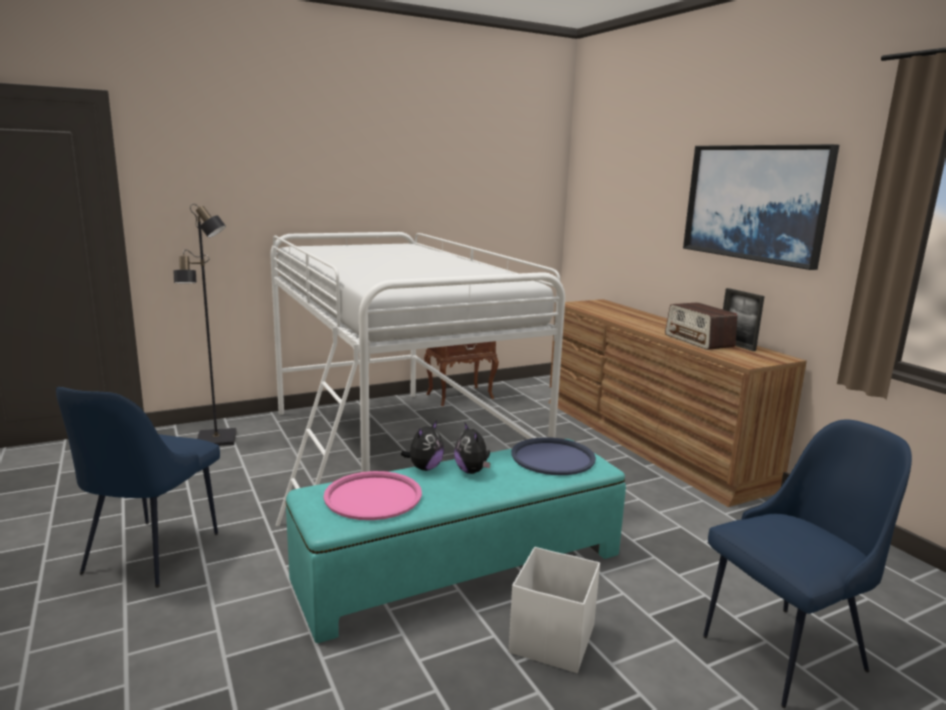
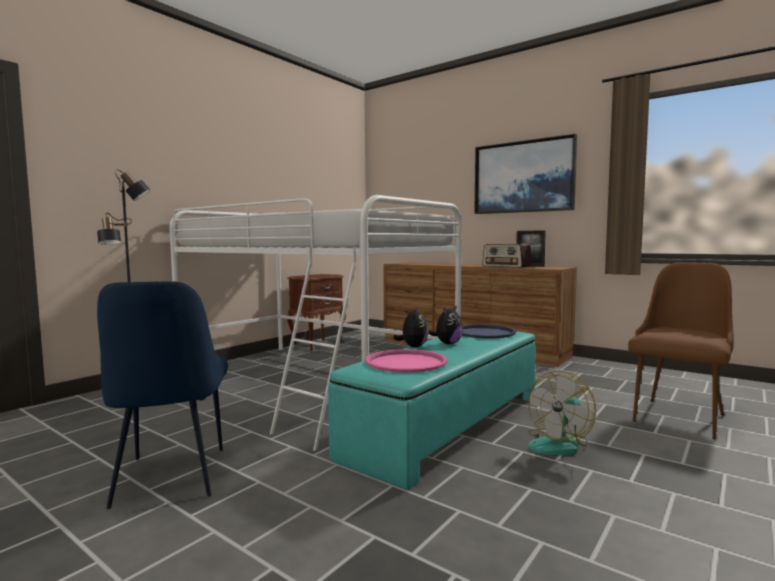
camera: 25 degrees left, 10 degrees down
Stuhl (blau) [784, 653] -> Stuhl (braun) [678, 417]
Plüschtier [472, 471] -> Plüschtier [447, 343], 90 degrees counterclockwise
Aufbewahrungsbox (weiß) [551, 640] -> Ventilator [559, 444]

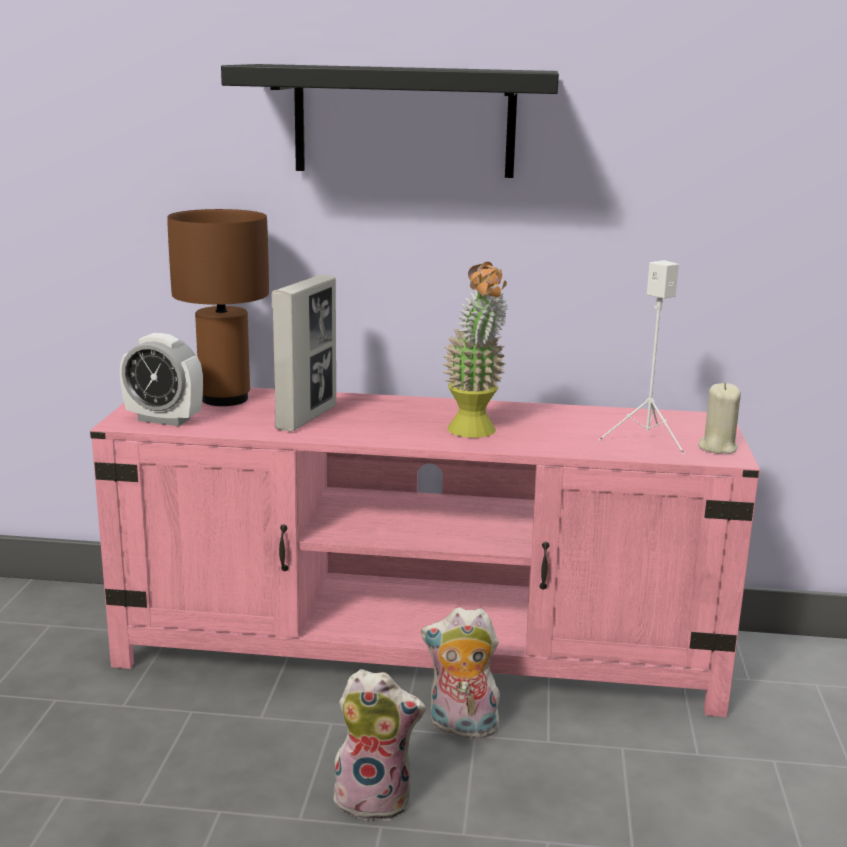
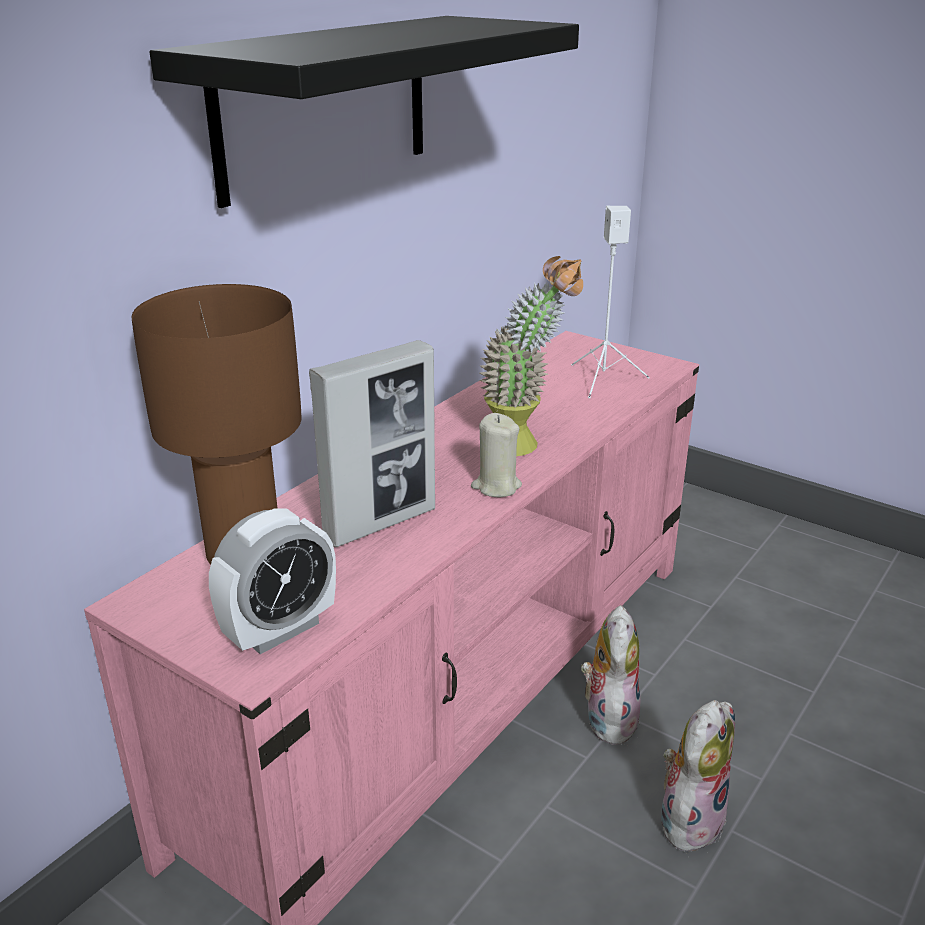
camera: 60 degrees left, 10 degrees up
Bilderrahmen [306, 417] -> Bilderrahmen [380, 523], 90 degrees clockwise
Kerze (beige) [717, 447] -> Kerze (beige) [496, 486], relocated
Plüschtier [461, 728] -> Plüschtier [607, 717], 150 degrees clockwise

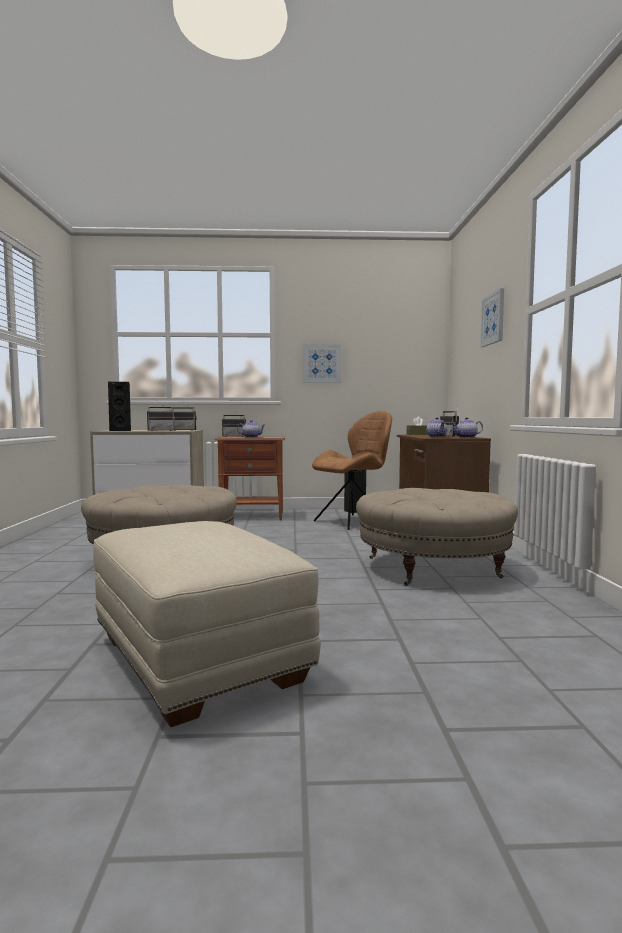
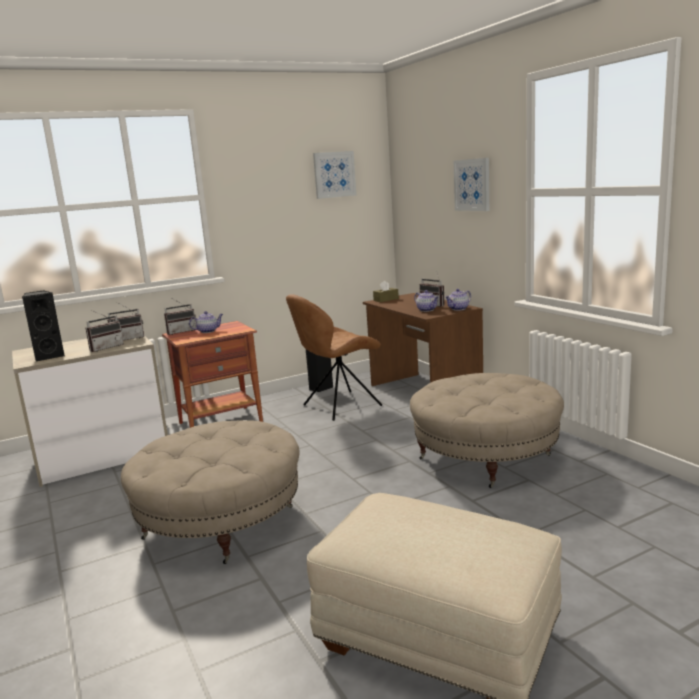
camera: 25 degrees left, 10 degrees up
Bild [322, 363] -> Bild [334, 174], relocated
Stuhl (braun) [353, 521] -> Stuhl (braun) [339, 406], 150 degrees counterclockwise

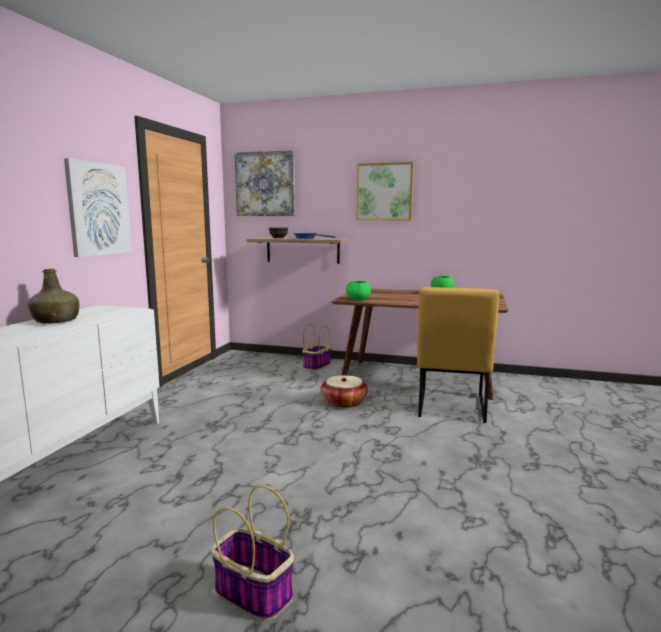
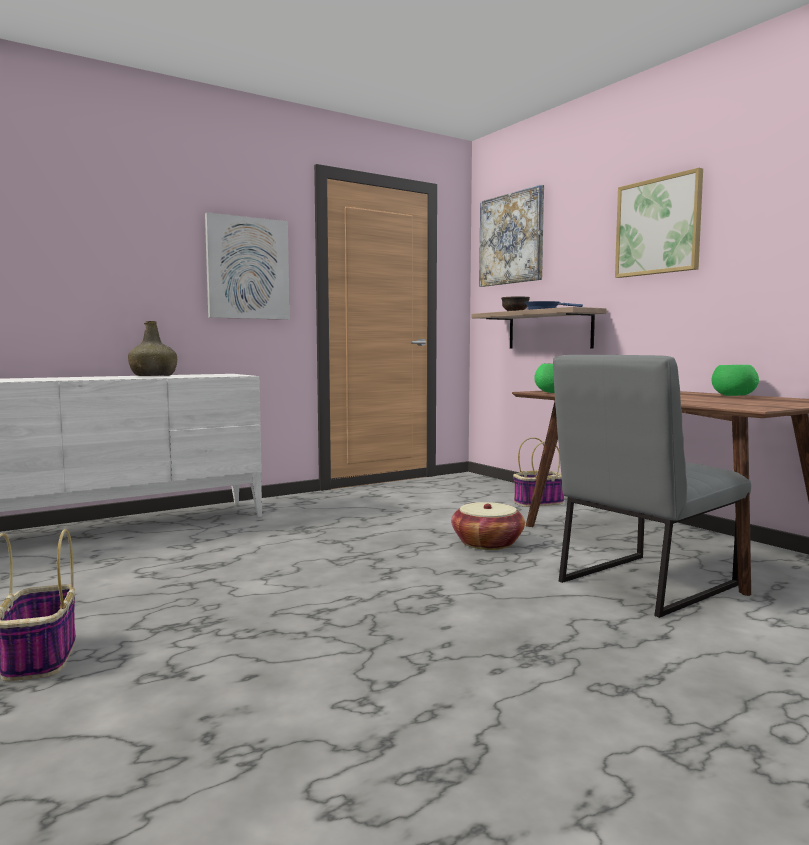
camera: 40 degrees right, 5 degrees down
Stuhl (gelb) [451, 406] -> Stuhl (grau) [643, 584]

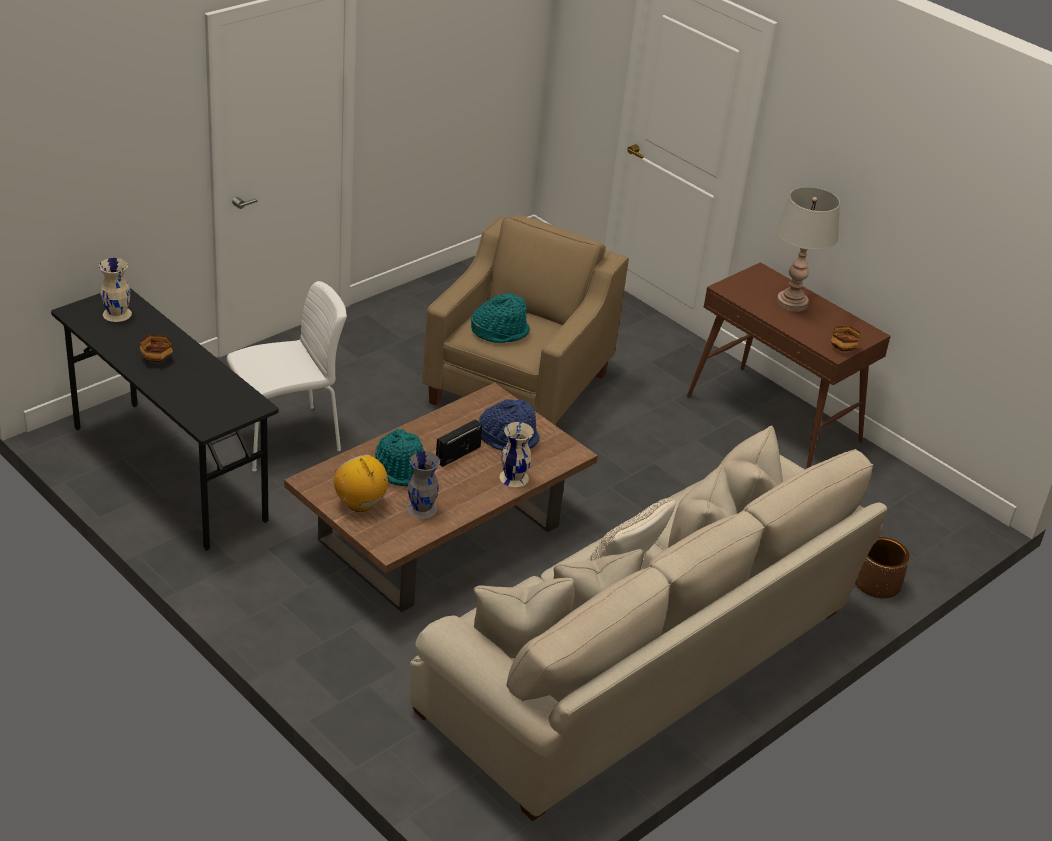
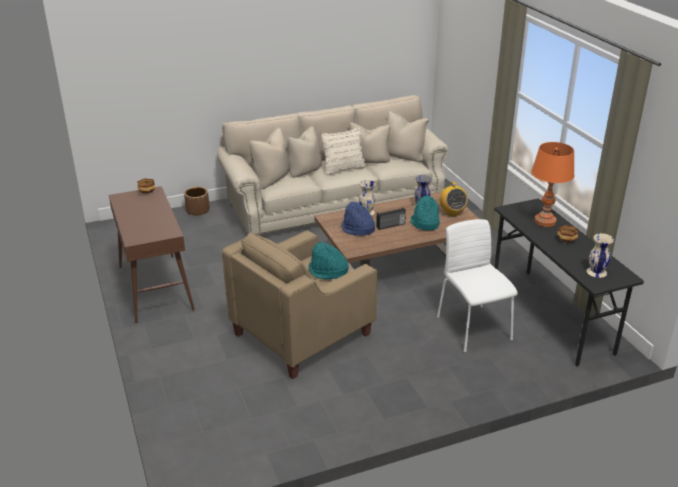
camera: 155 degrees left, 5 degrees down
Tischlampe (grau) [792, 303] -> none
Stuhl (weiß) [288, 437] -> Stuhl (weiß) [472, 326], 75 degrees clockwise
none -> Tischlampe (orange) [545, 221]

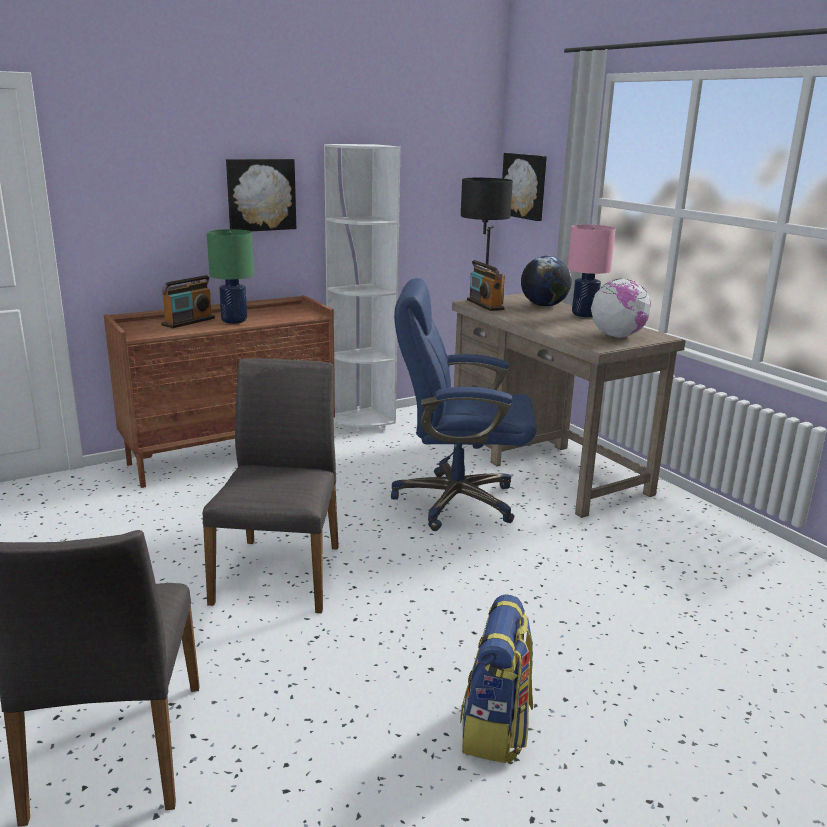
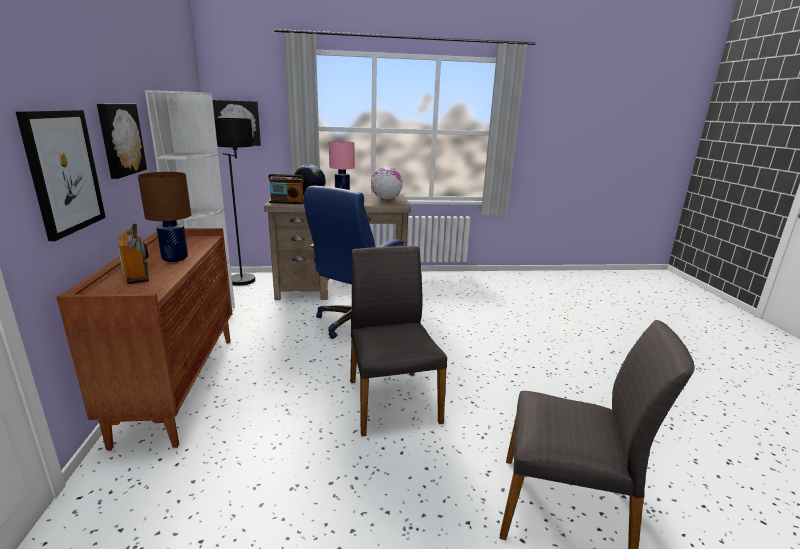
camera: 65 degrees left, 0 degrees up
Tischlampe (grün) [235, 322] -> Tischlampe (braun) [175, 260]
Stuhl (grau) [280, 573] -> Stuhl (grau) [391, 400], 45 degrees clockwise
Rucksack [496, 729] -> none
none -> Bild [63, 172]

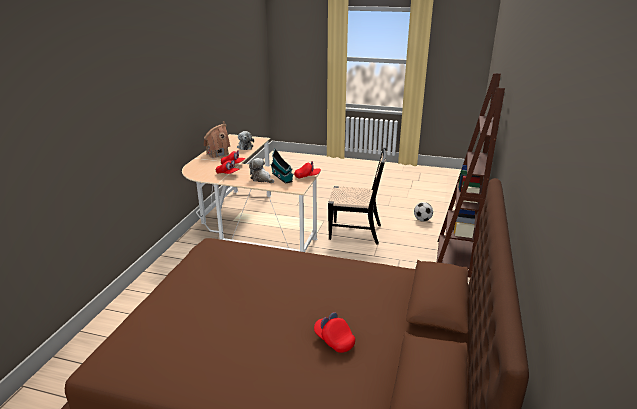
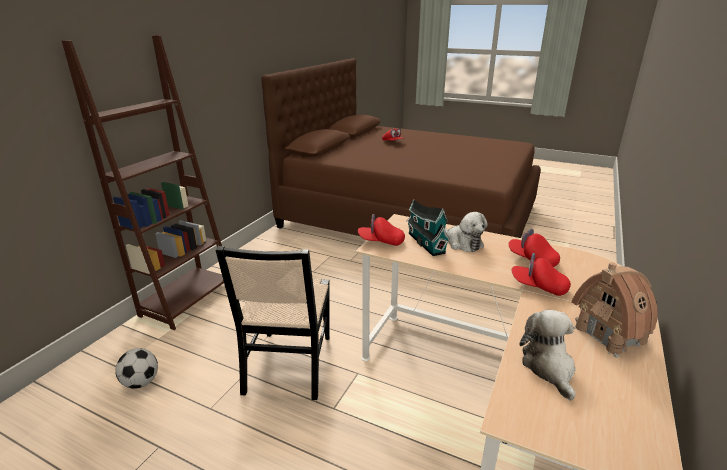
camera: 170 degrees left, 0 degrees up
Stuhl [355, 232] -> Stuhl [289, 364], 105 degrees counterclockwise

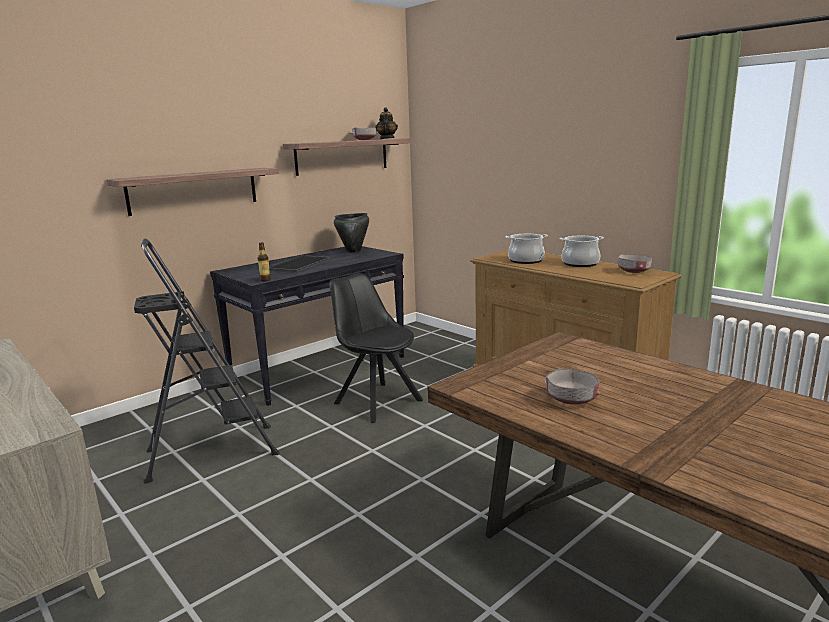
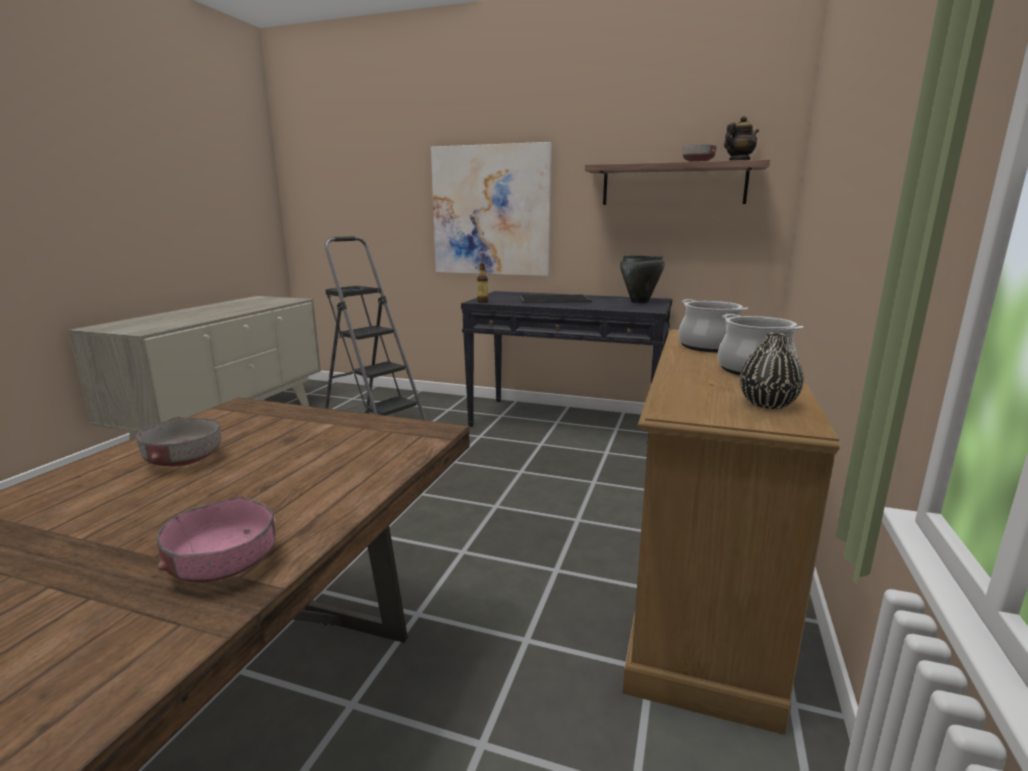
camera: 60 degrees right, 0 degrees up
Wandregal [194, 190] -> Bild [491, 211]
Schüssel (grau) [633, 271] -> Vase (schwarz) [767, 404]
Stuhl (schwarz) [376, 401] -> none
none -> Schüssel (rosa) [223, 566]

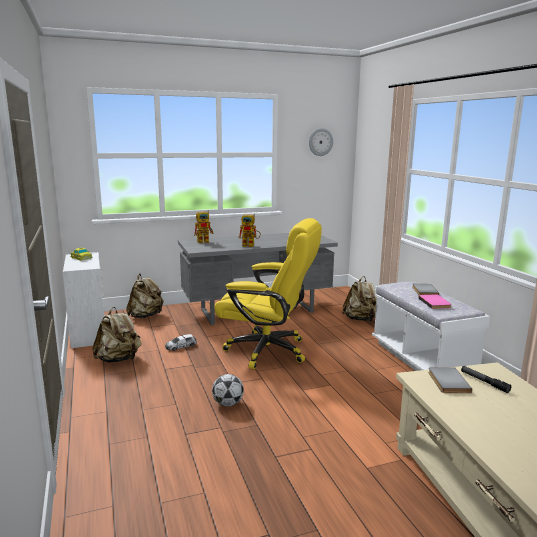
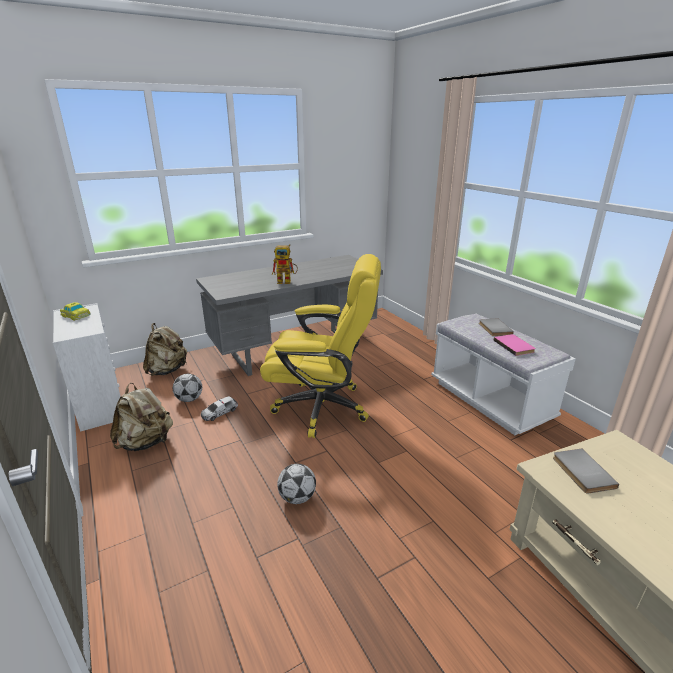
camera: 10 degrees left, 10 degrees up
Wanduhr [320, 142] -> none
Spielzeugroboter [205, 241] -> none
Rucksack (beige) [361, 320] -> none
Taschenlampe [484, 382] -> none
none -> Fußball [189, 399]

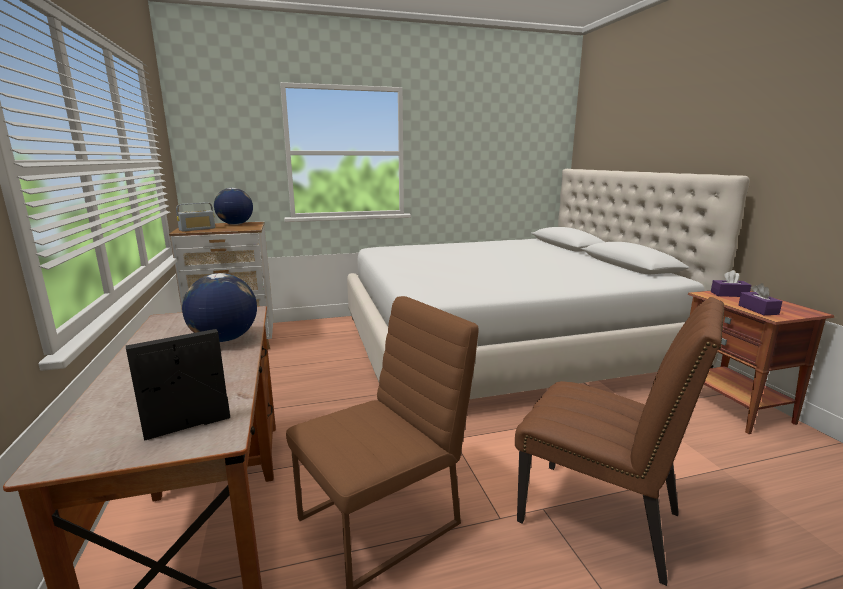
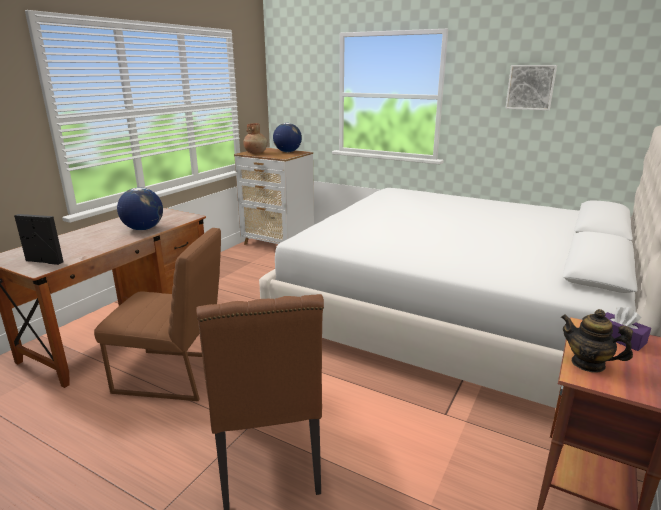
camera: 45 degrees right, 5 degrees up
Radio [197, 229] -> Vase (braun) [256, 153]
Taschentuchbox (lila) [758, 310] -> Teekanne [588, 364]
none -> Bild [530, 87]

